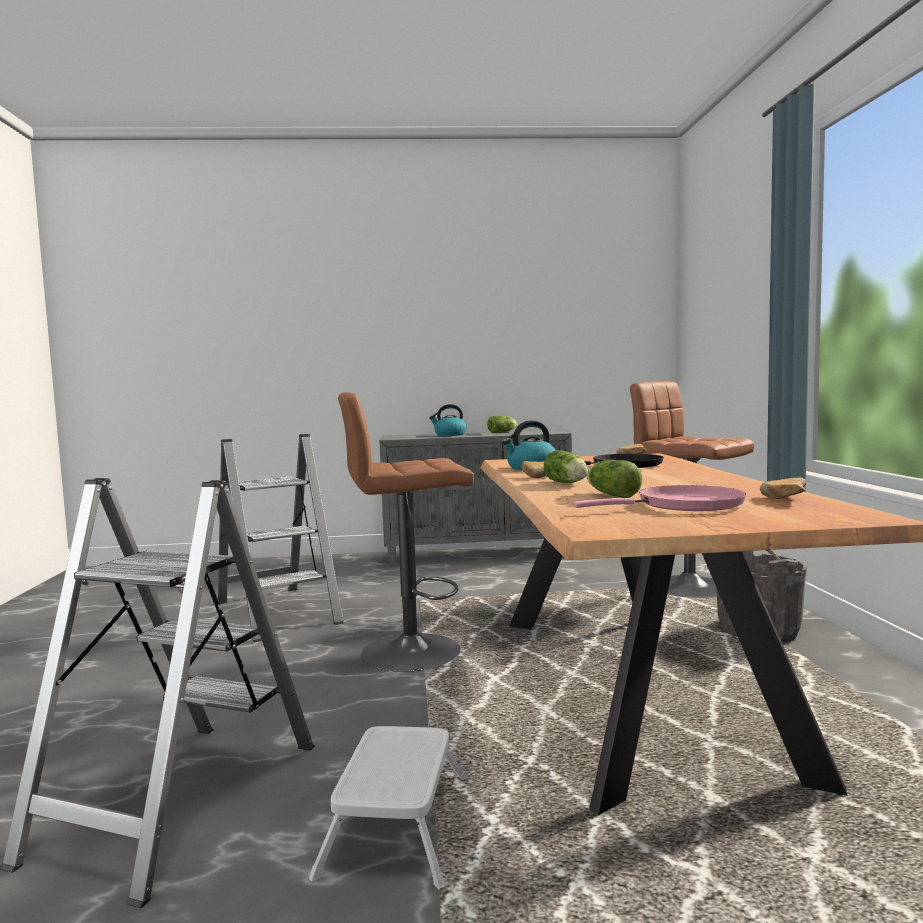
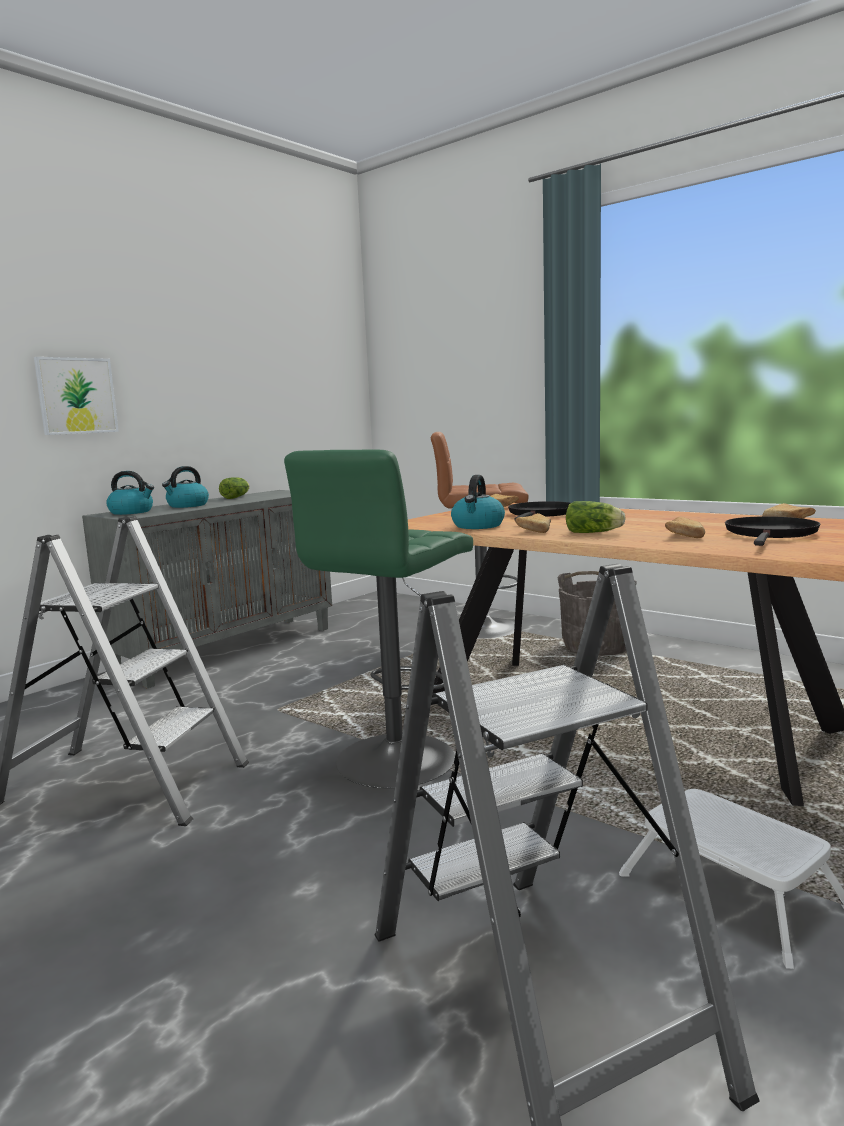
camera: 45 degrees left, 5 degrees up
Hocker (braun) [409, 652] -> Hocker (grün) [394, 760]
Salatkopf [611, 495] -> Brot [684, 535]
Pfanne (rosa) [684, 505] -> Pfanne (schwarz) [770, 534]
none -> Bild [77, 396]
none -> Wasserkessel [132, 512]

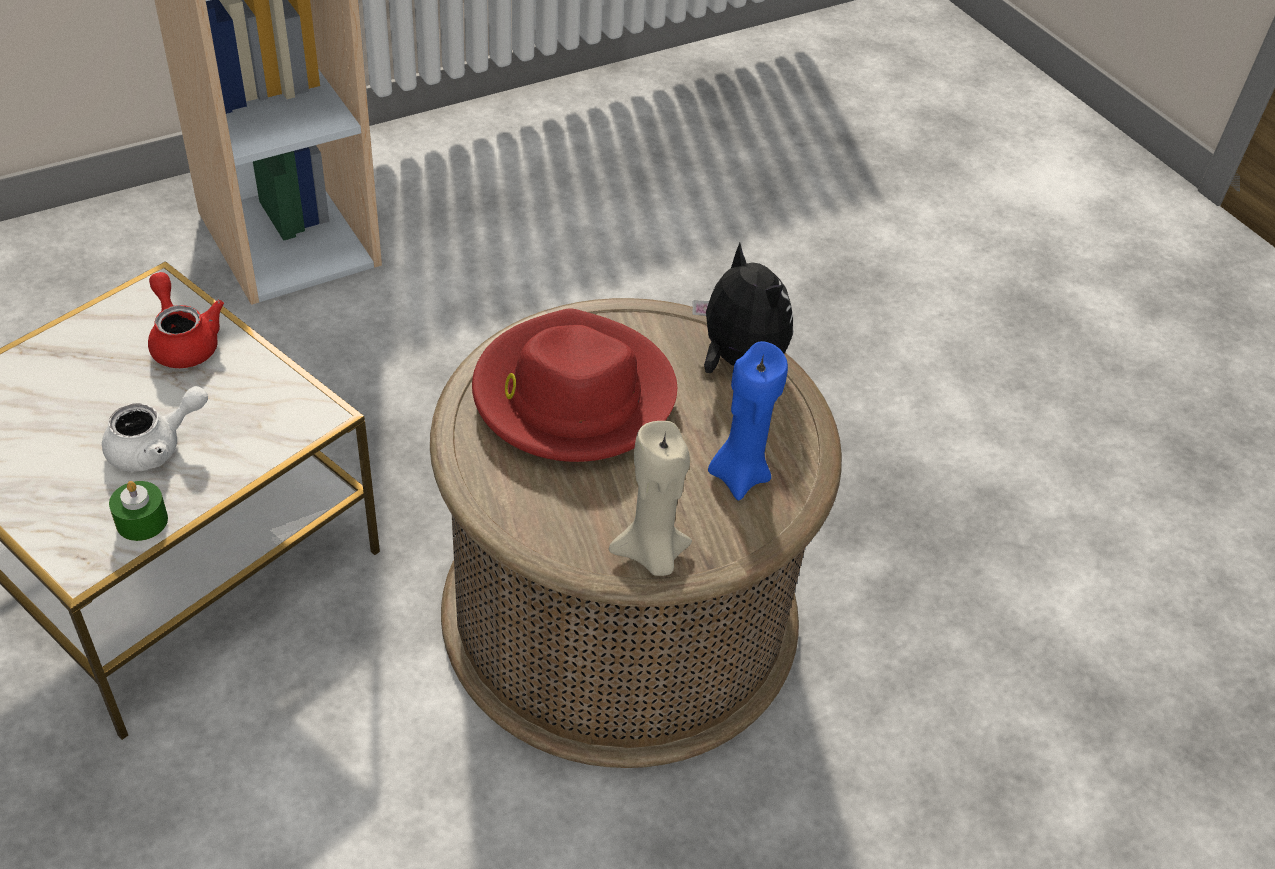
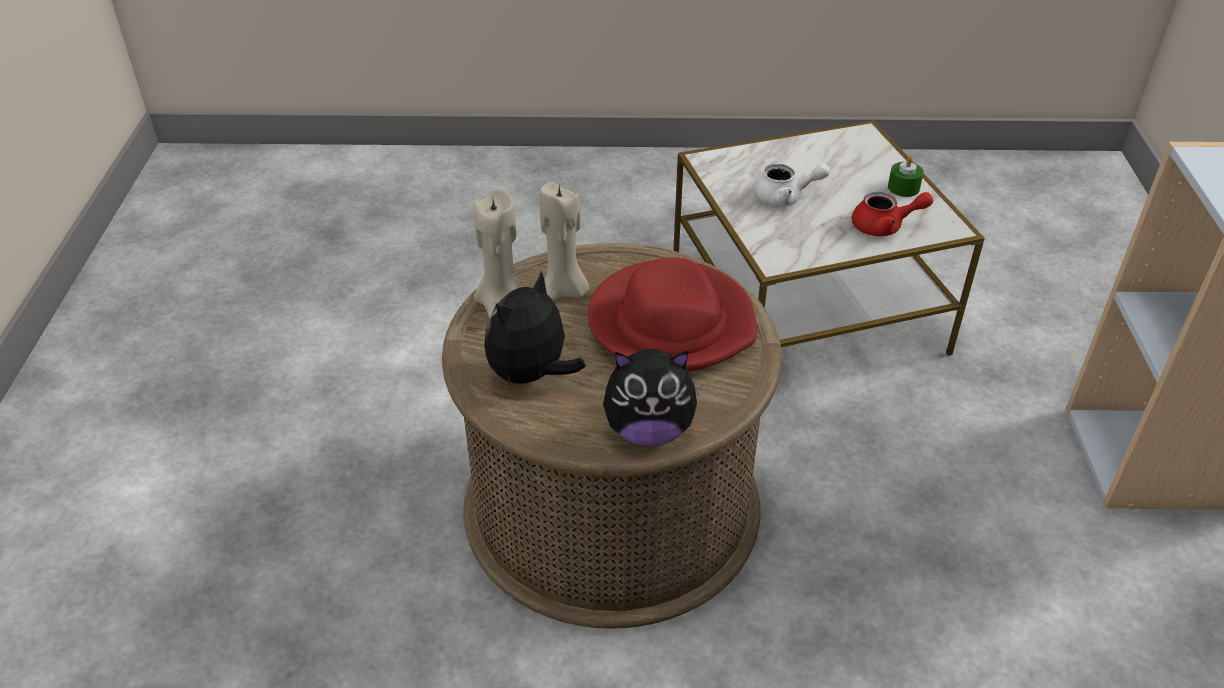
camera: 125 degrees right, 5 degrees down
Kerze (blau) [739, 475] -> Plüschtier [531, 375]
Teekanne (weiß) [155, 447] -> Teekanne (weiß) [785, 197], 90 degrees counterclockwise
Kerze (grün) [142, 521] -> Kerze (grün) [903, 188], relocated
none -> Kerze (beige) [564, 291]

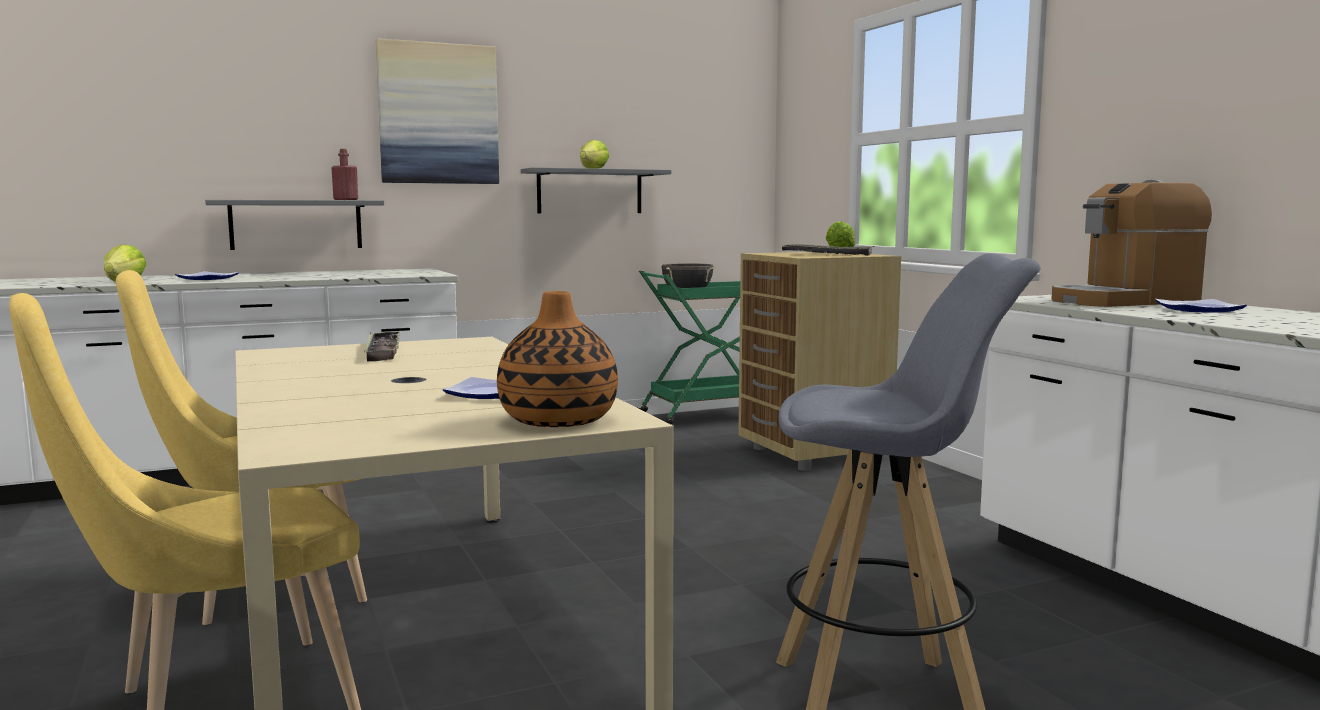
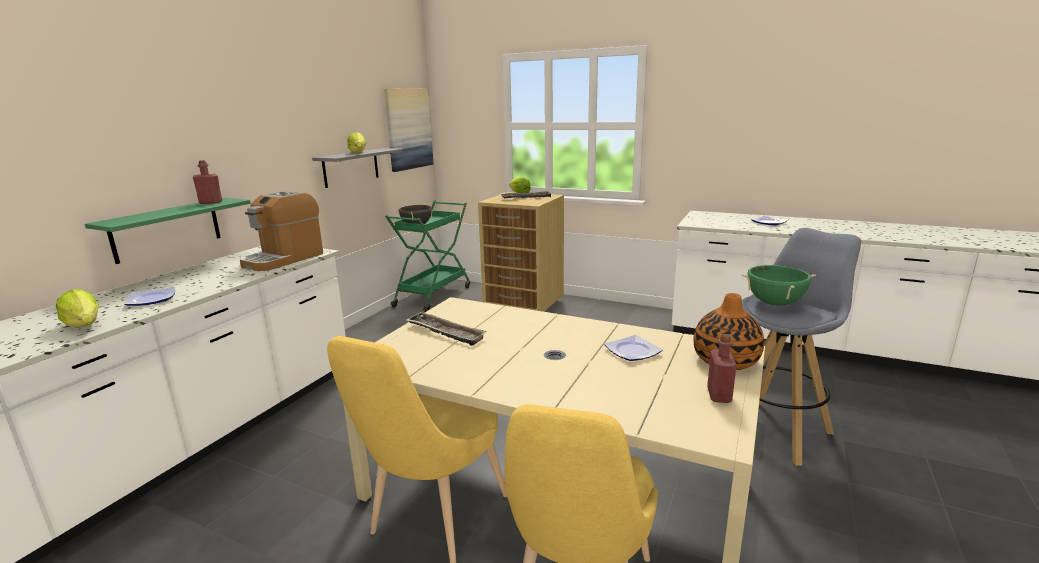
camera: 40 degrees left, 10 degrees up
Bild [438, 114] -> Bild [408, 129], relocated
Kaffeemaschine [1124, 301] -> Kaffeemaschine [283, 259], relocated
Wandregal (grau) [296, 224] -> Wandregal (grün) [167, 229]
none -> Kochtopf (grün) [774, 303]
none -> Flasche (rot) [719, 395]

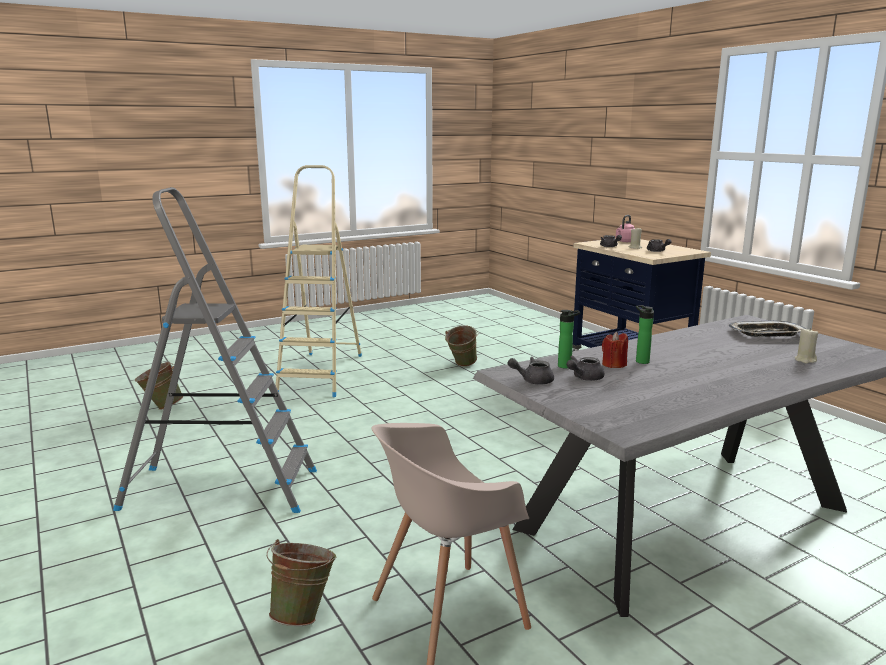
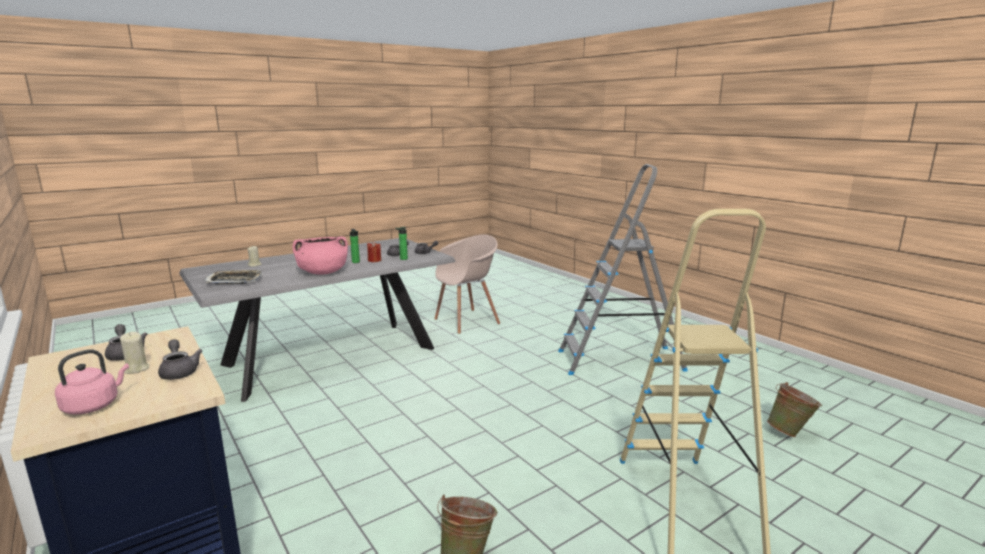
camera: 175 degrees right, 0 degrees up
Eimer (grün) [304, 614] -> none
none -> Kochtopf (rosa) [323, 272]

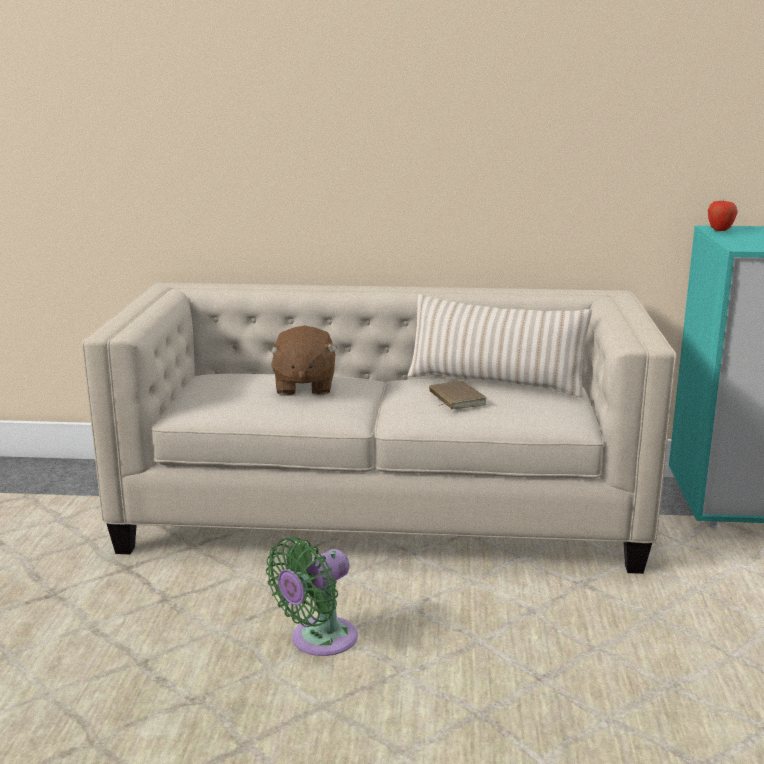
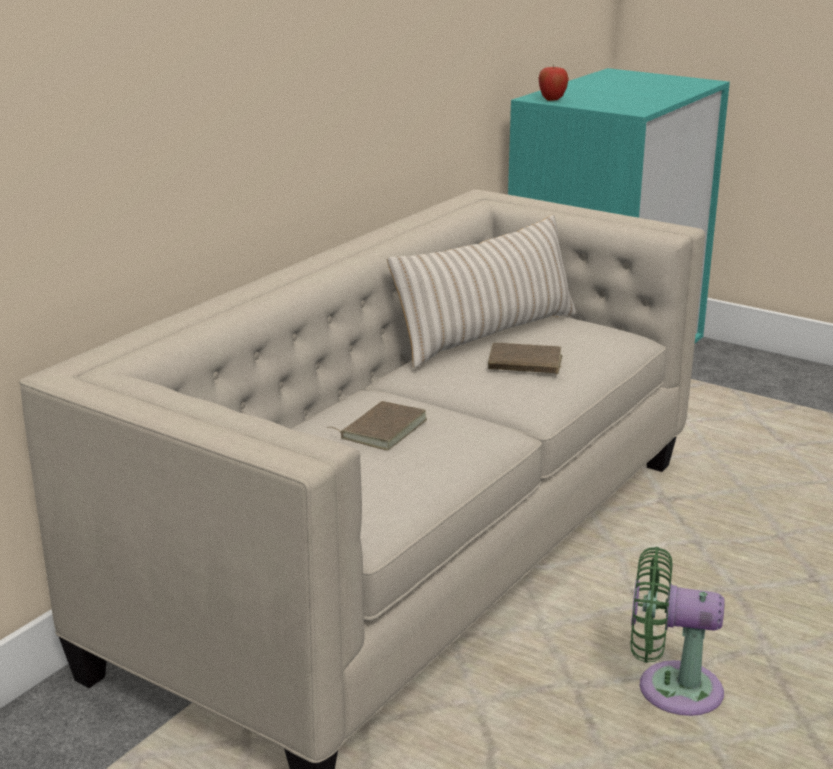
camera: 60 degrees left, 5 degrees up
Plüschtier (braun) [303, 387] -> Buch (braun) [381, 429]
Ventilator (grün) [318, 642] -> Ventilator (grün) [670, 689], 120 degrees clockwise

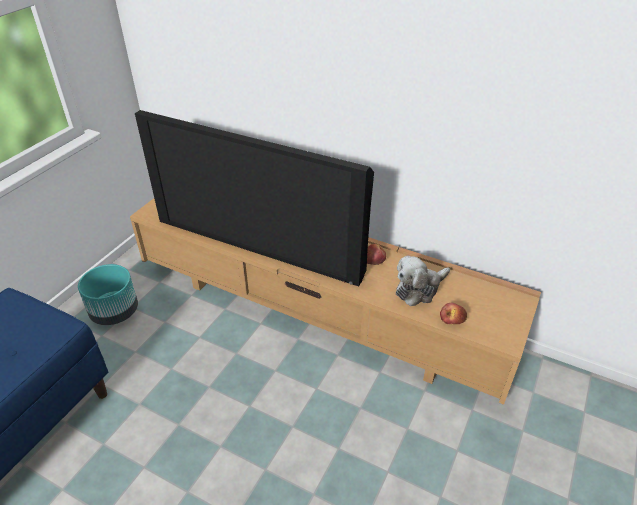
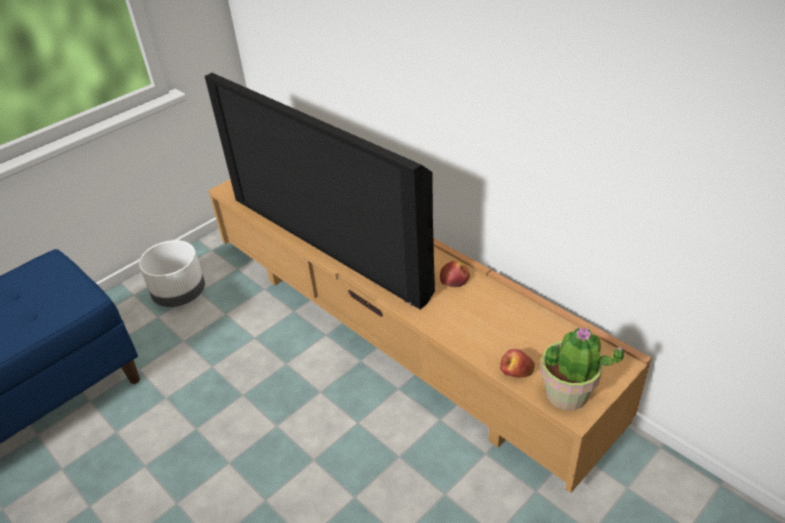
camera: 20 degrees right, 0 degrees up
Plüschtier [419, 289] -> none
Pflanzkübel (türkis) [115, 312] -> Pflanzkübel (weiß) [180, 294]
none -> Topfpflanze [567, 394]

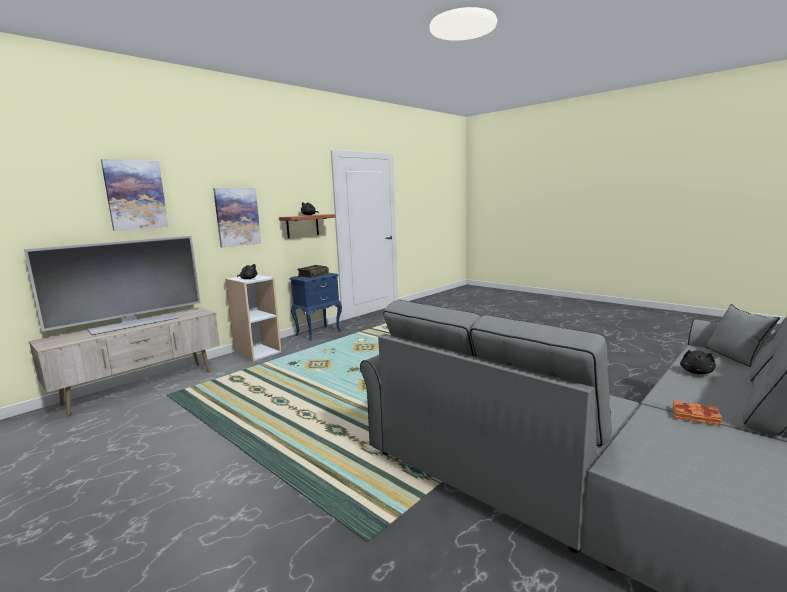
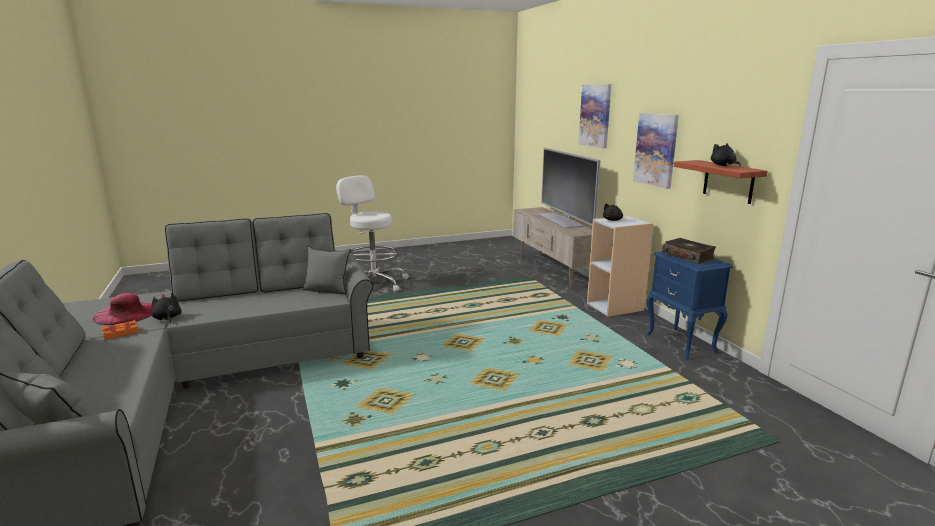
camera: 115 degrees right, 5 degrees up
Plüschtier (schwarz) [696, 372] -> Plüschtier (schwarz) [167, 318], relocated
none -> Hocker (weiß) [373, 282]
none -> Hut (rosa) [126, 313]

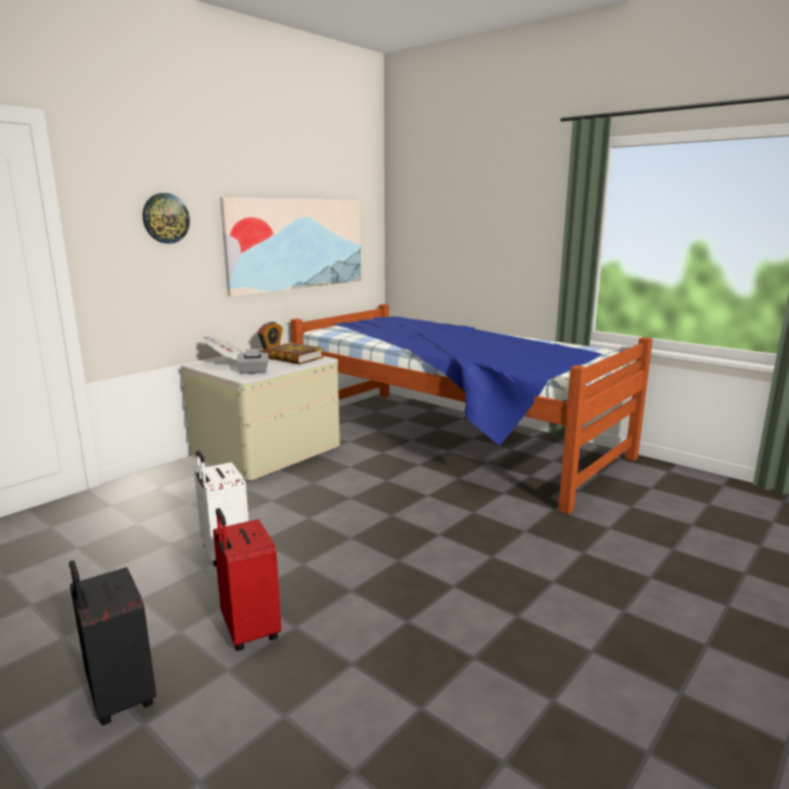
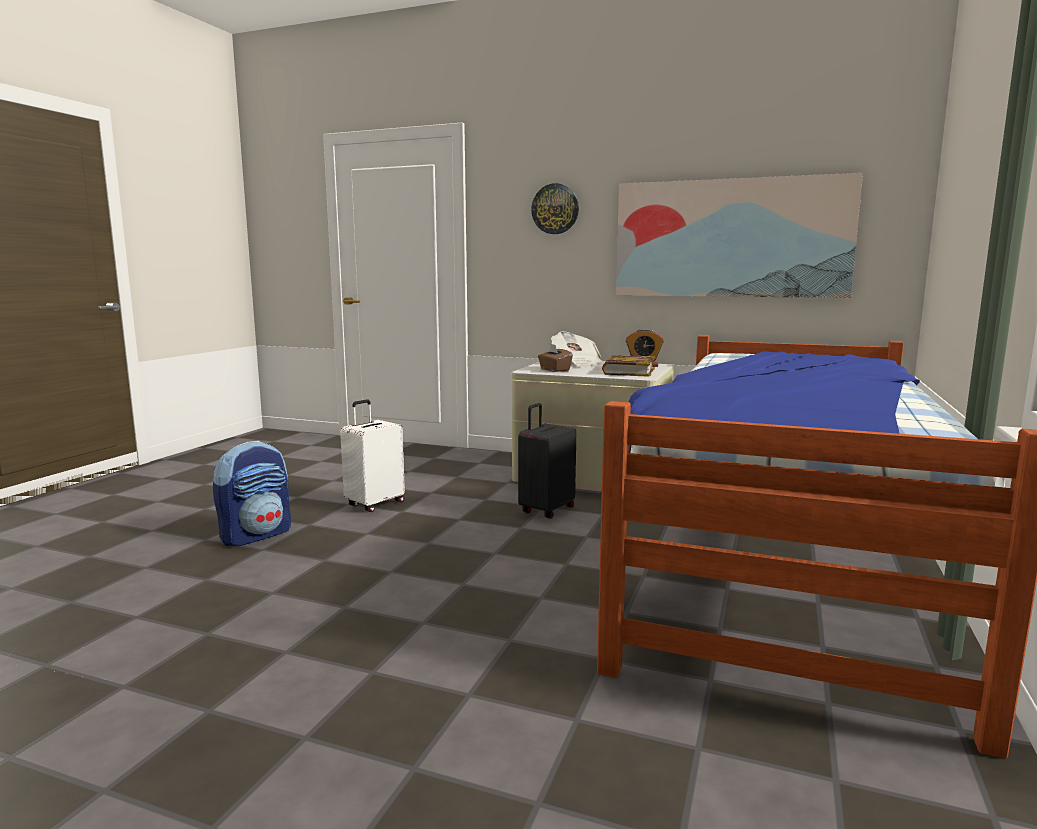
camera: 70 degrees right, 5 degrees down
Taschentuchbox (grau) [253, 371] -> Taschentuchbox (braun) [554, 370]
Koffer (rot) [248, 631] -> Rucksack [256, 535]
Koffer (schwarz) [119, 697] -> Koffer (schwarz) [546, 510], relocated

